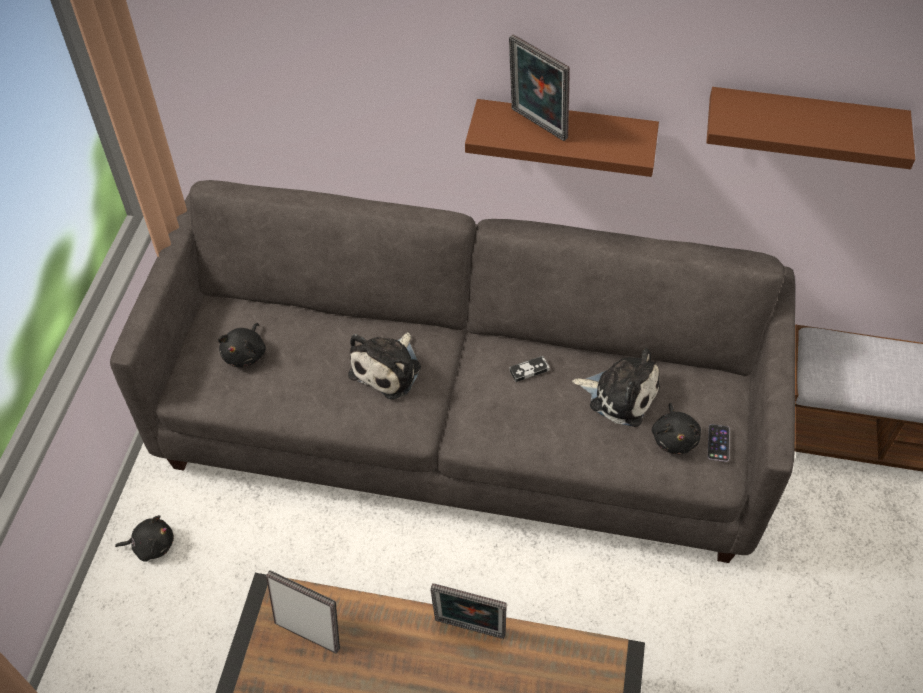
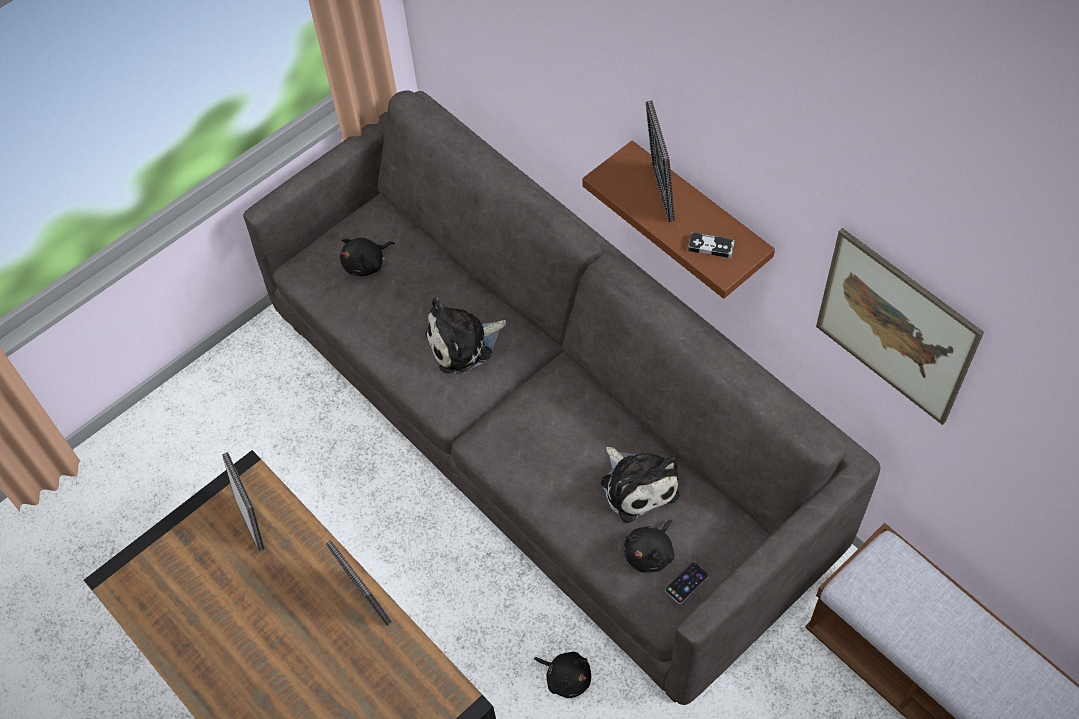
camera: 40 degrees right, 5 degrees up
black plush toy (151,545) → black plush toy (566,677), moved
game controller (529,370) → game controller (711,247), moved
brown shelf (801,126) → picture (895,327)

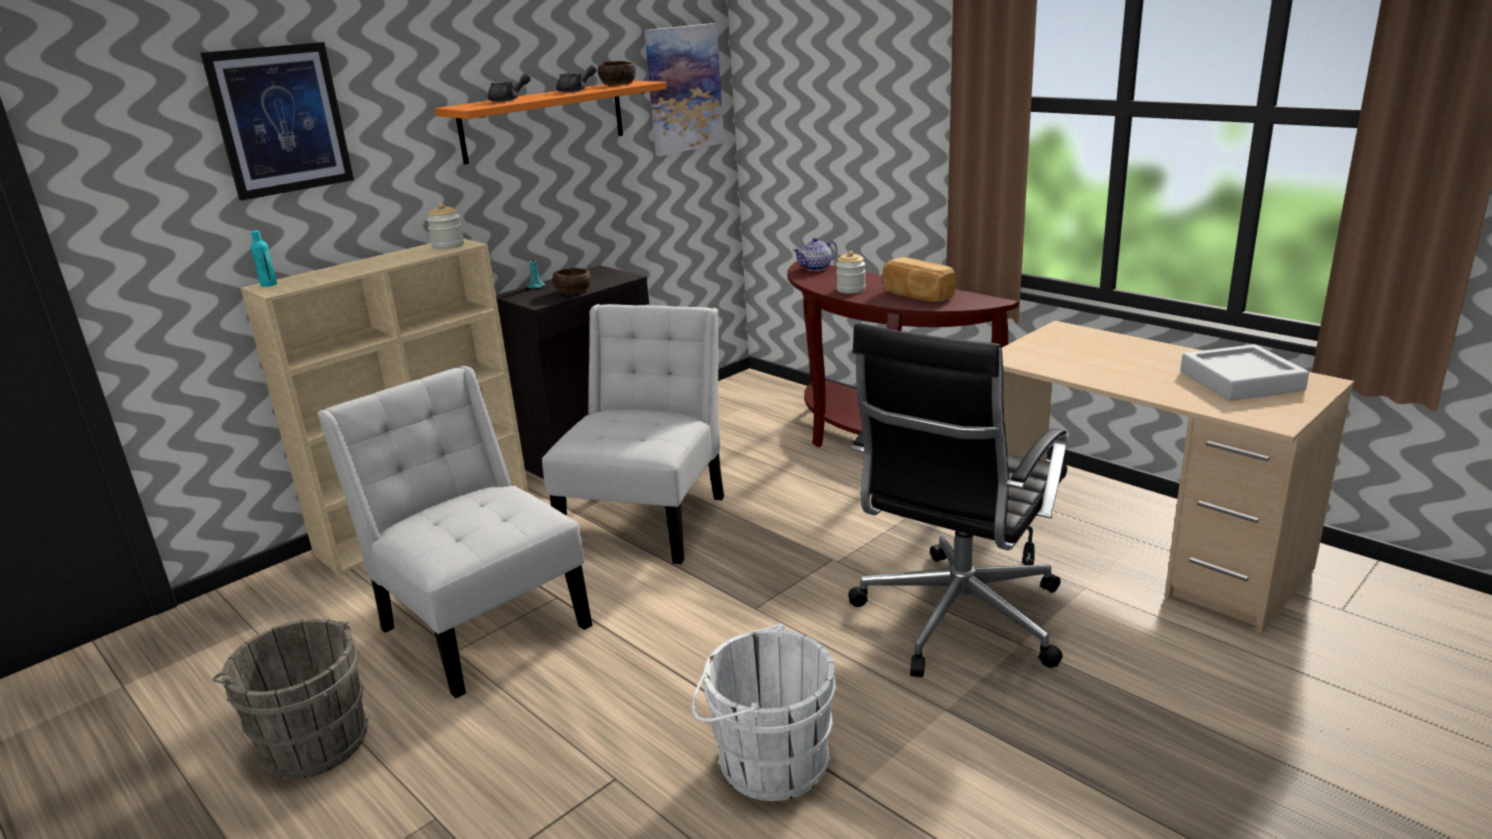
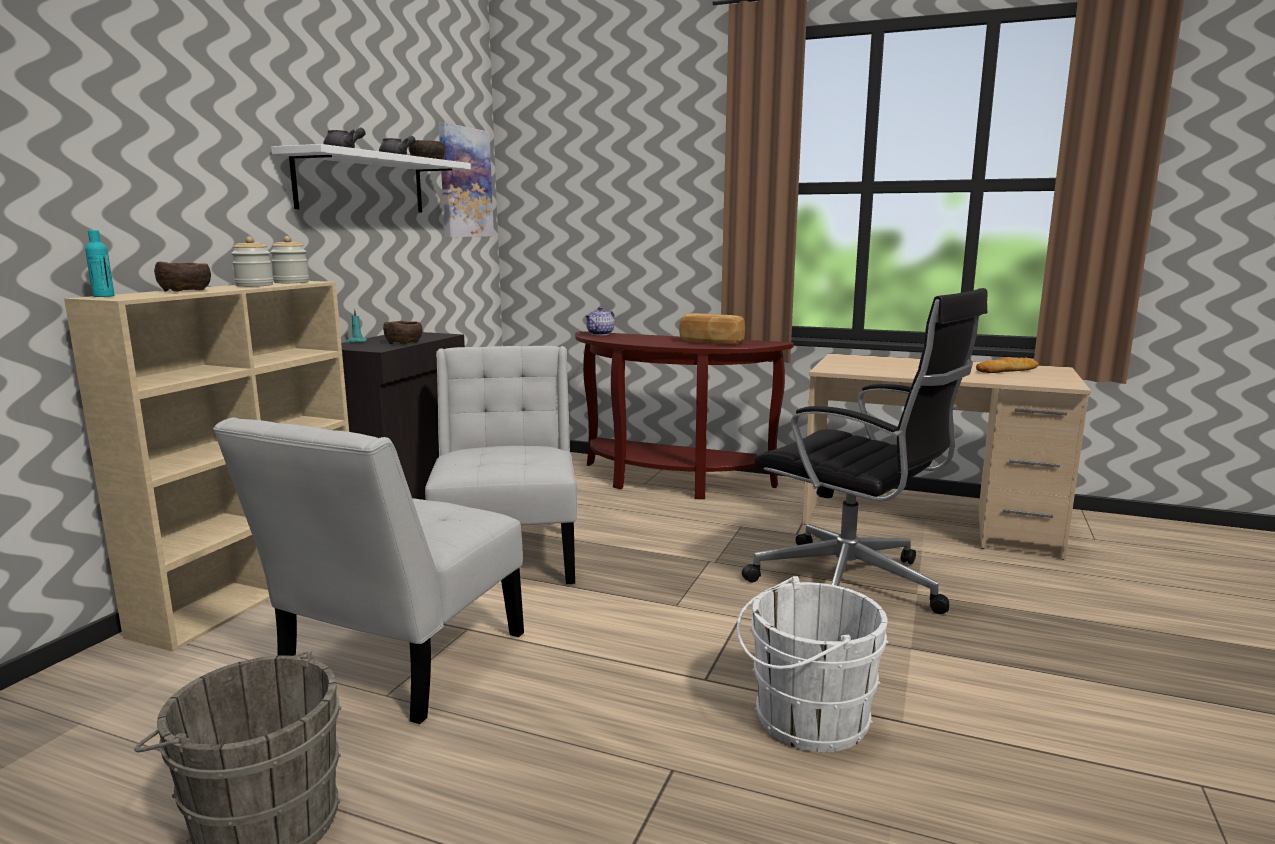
camera: 25 degrees left, 10 degrees down
picture (280,120) → -
- → brown bowl (186,290)
jar (851,289) → jar (254,285), moved
grey tray (1241,381) → bread (1007,370)
orange shelf (543,121) → white shelf (362,184)
white chair (480,622) → white chair (396,664), 90 degrees counterclockwise
black office chair (956,620) → black office chair (852,586), 60 degrees counterclockwise

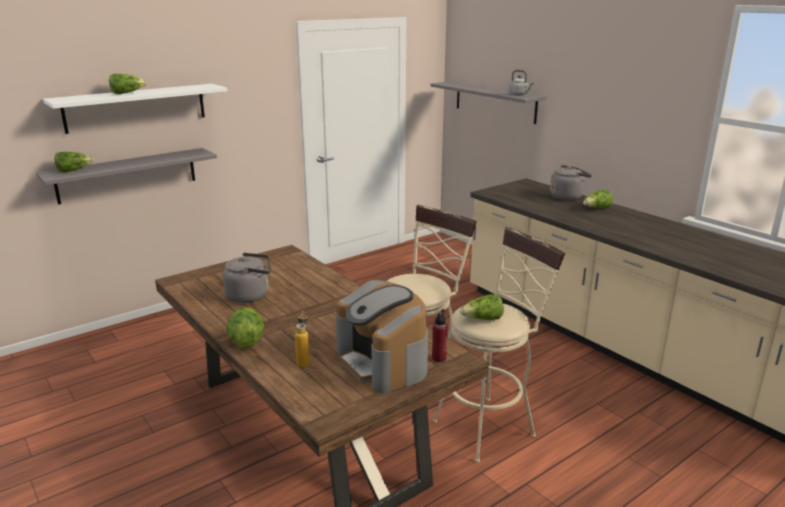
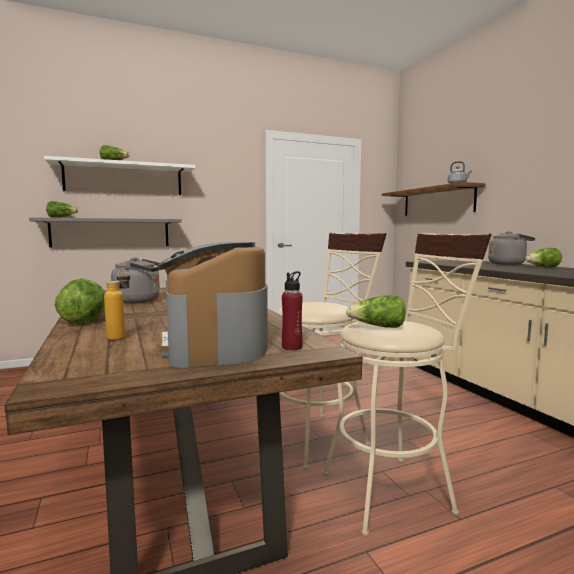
camera: 15 degrees right, 15 degrees down
grey shelf (495,102) → brown shelf (437,201)

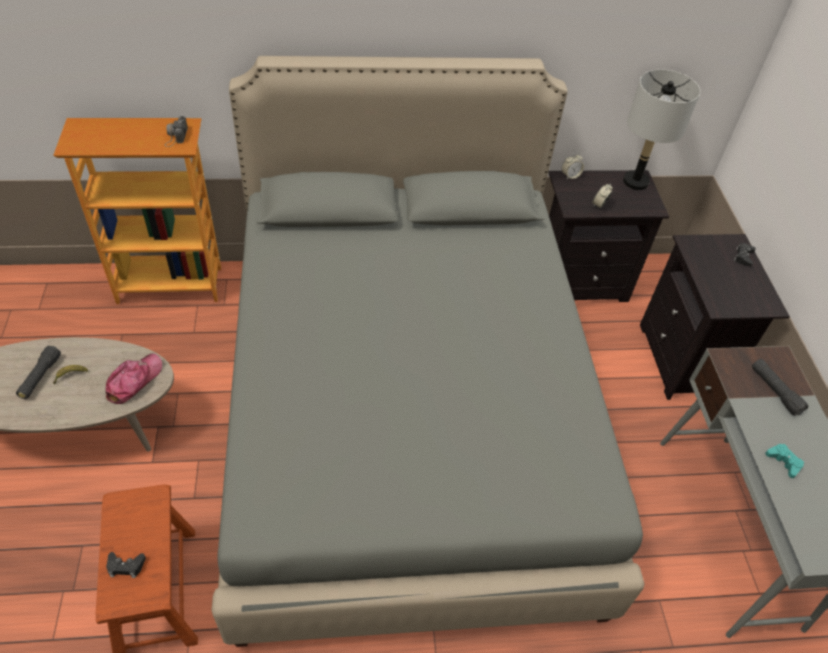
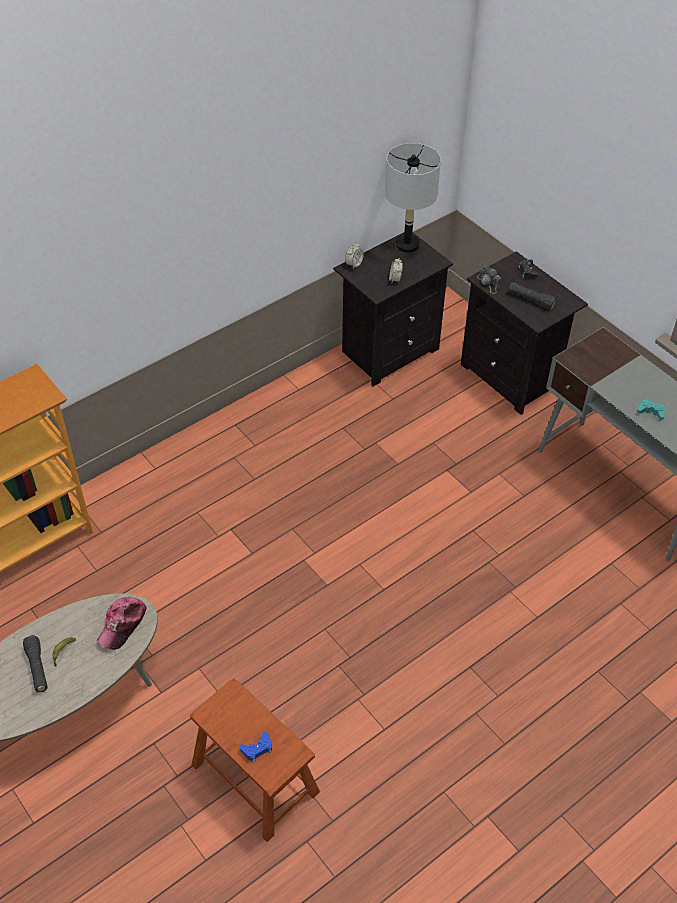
camera: 30 degrees left, 0 degrees up
grey bed (405,415) → -
photo camera (176,136) → photo camera (488,283), moved
black flashlight (774,391) → black flashlight (531,300), moved
black game controller (125,566) → blue game controller (257,749)
cap (134,381) → cap (122,625), 150 degrees counterclockwise

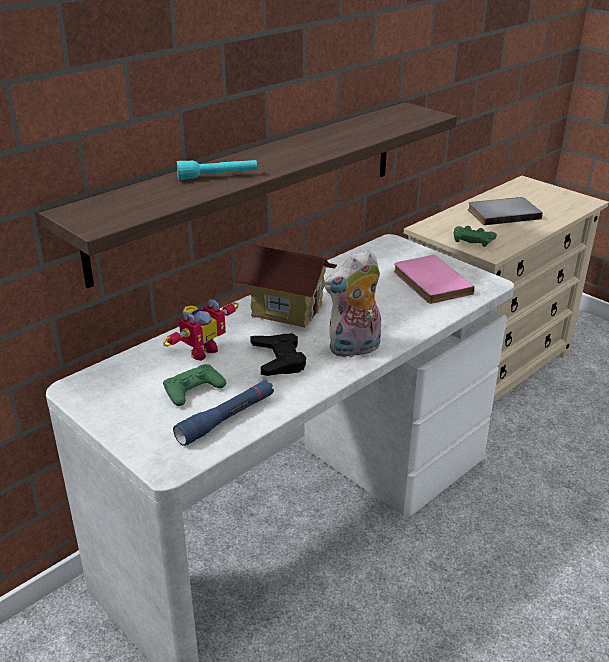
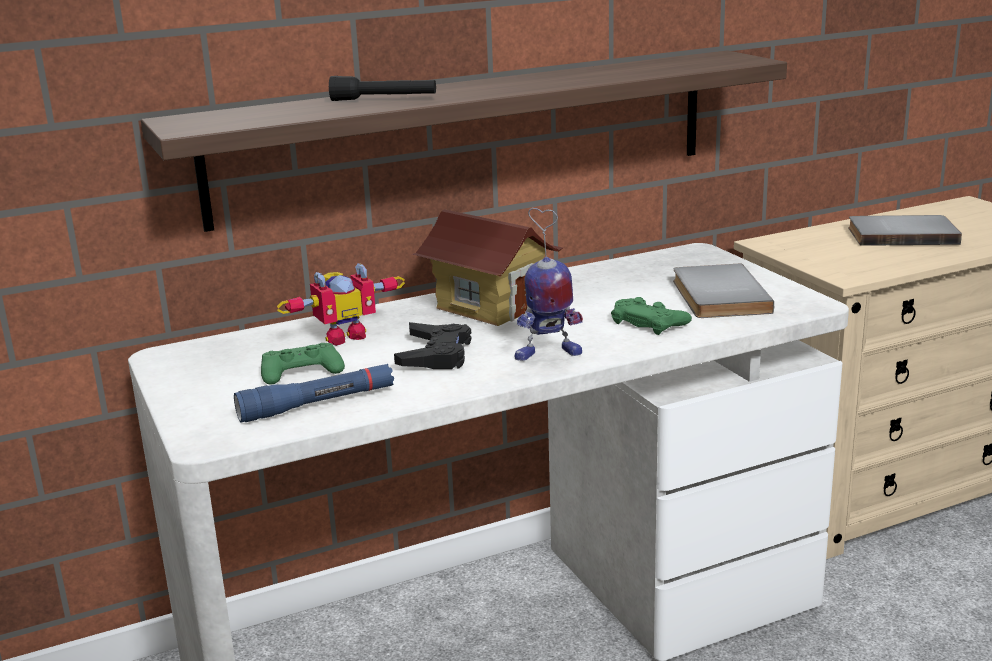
camera: 20 degrees right, 10 degrees down
green game controller (473,239) → green game controller (649,322), moved
plush toy (354,349) → toy robot (547,354)
turquoise flashlight (217,176) → black flashlight (384,100)
pink book (429,282) → grey book (716,296)

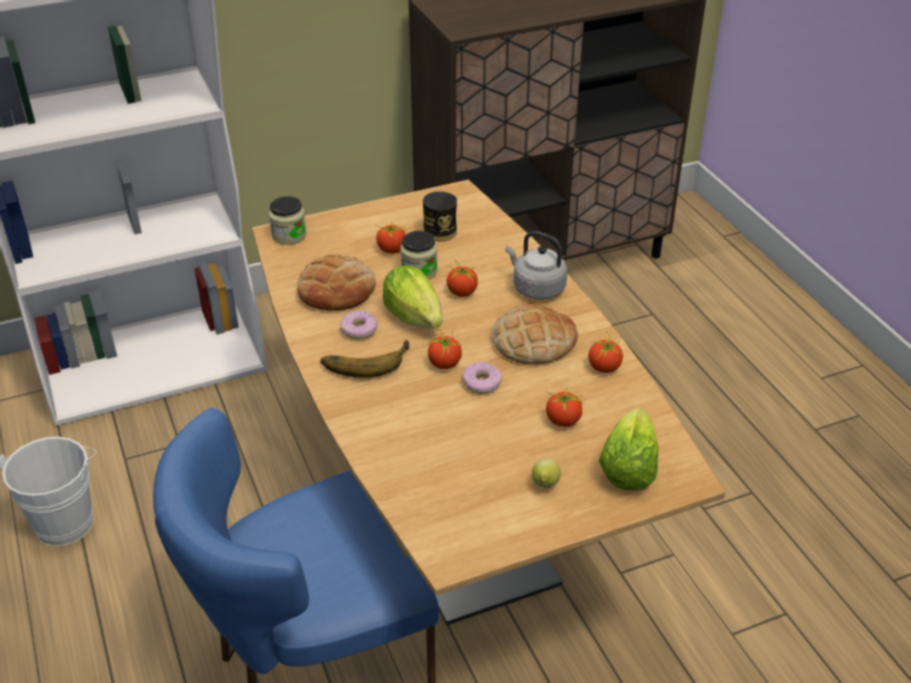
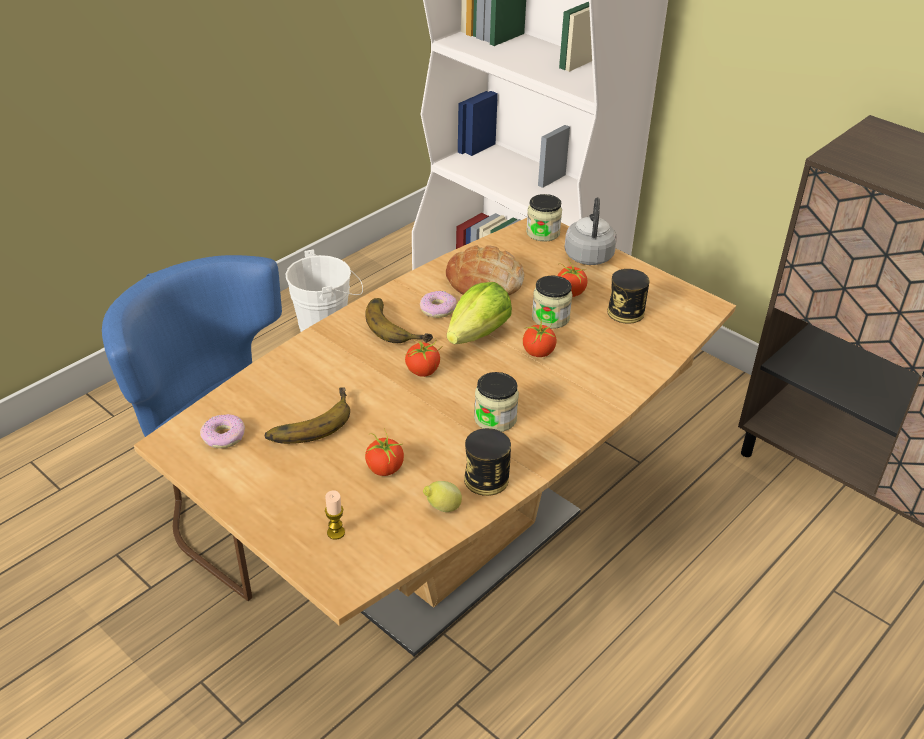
camera: 65 degrees right, 0 degrees up
- → banana (308,421)
donut (482,383) → donut (224,437), moved
grey kettle (536,288) → grey kettle (589,254), moved
lemon (545,486) → lemon (442,508), moved
bread (533,341) → jar (495,418)
tomato (604,367) → can (486,479)
lettuce (628,469) → candle (336,532)

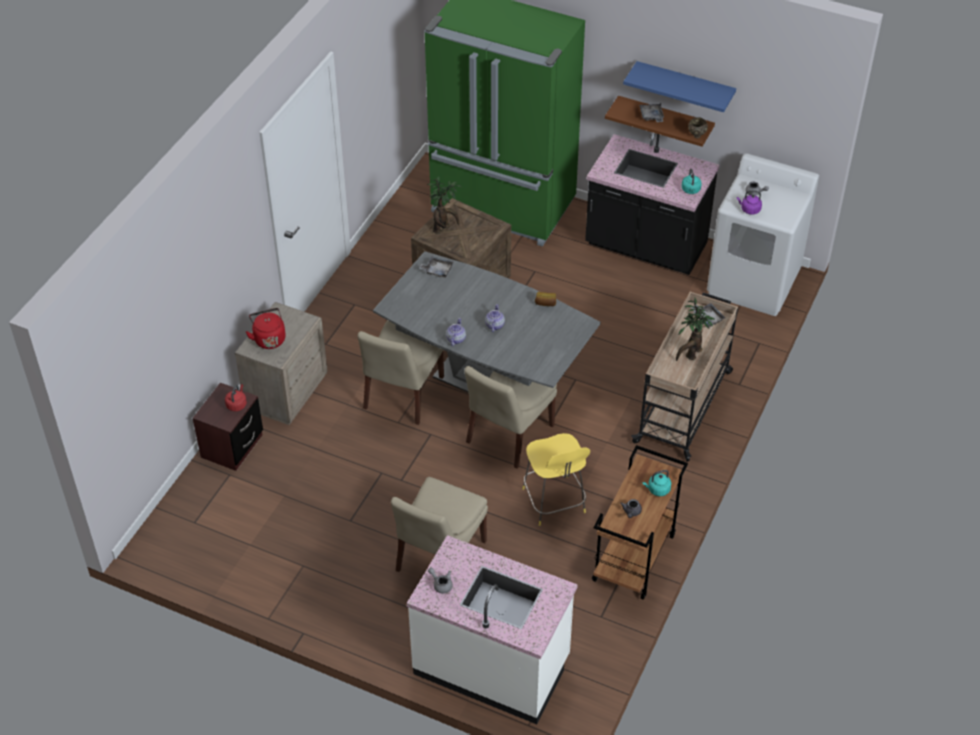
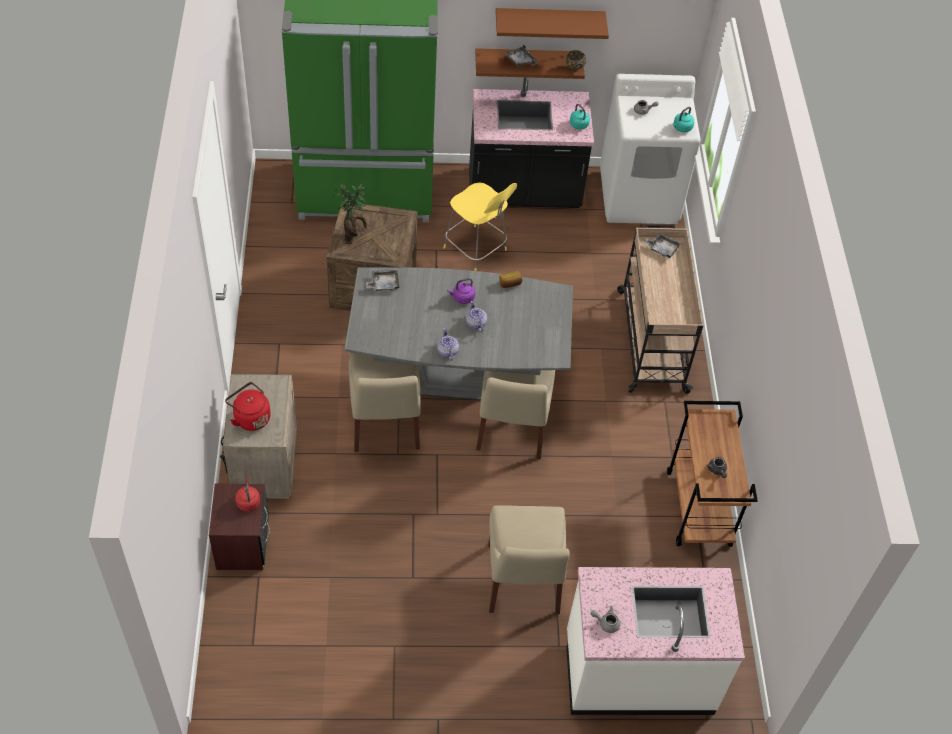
camera: 30 degrees left, 5 degrees up
potted plant (691,354) → -
yellow stool (554,502) → yellow stool (476,250), moved
turquoise kettle (657,490) → turquoise kettle (681,128), moved
purple kettle (749,209) → purple kettle (462,298), moved
blue shelf (684,86) → brown shelf (549,22)

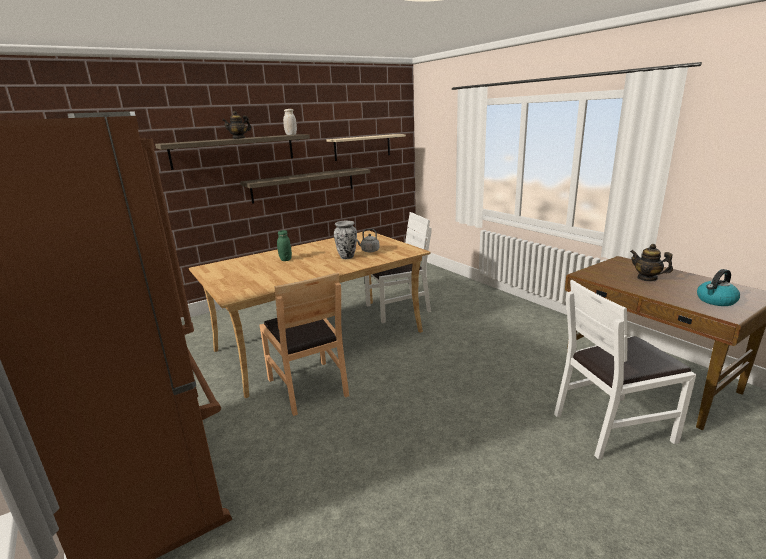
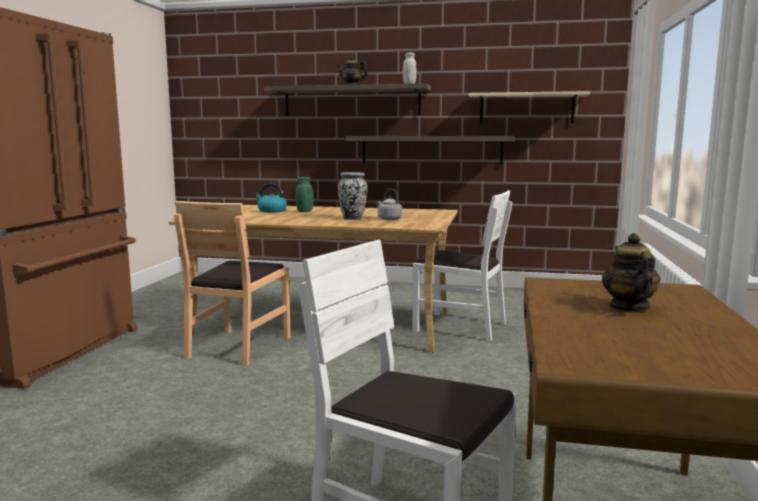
camera: 45 degrees right, 10 degrees down
kettle (716,301) → kettle (271,211), moved

